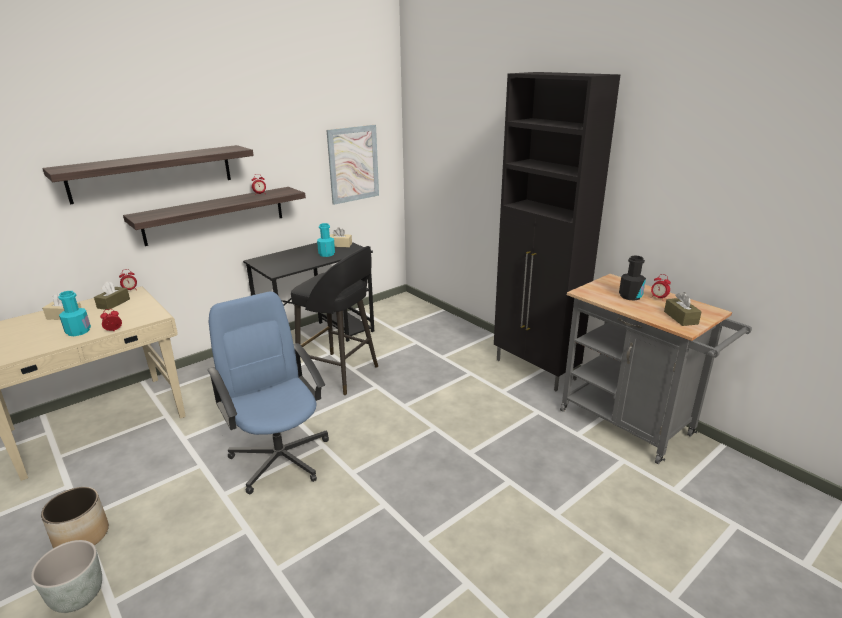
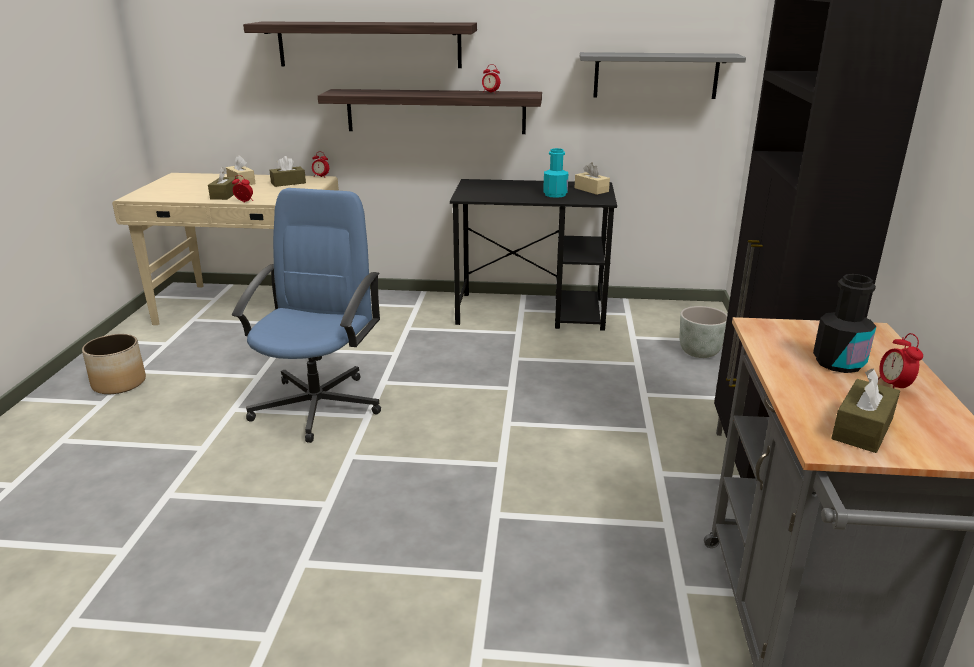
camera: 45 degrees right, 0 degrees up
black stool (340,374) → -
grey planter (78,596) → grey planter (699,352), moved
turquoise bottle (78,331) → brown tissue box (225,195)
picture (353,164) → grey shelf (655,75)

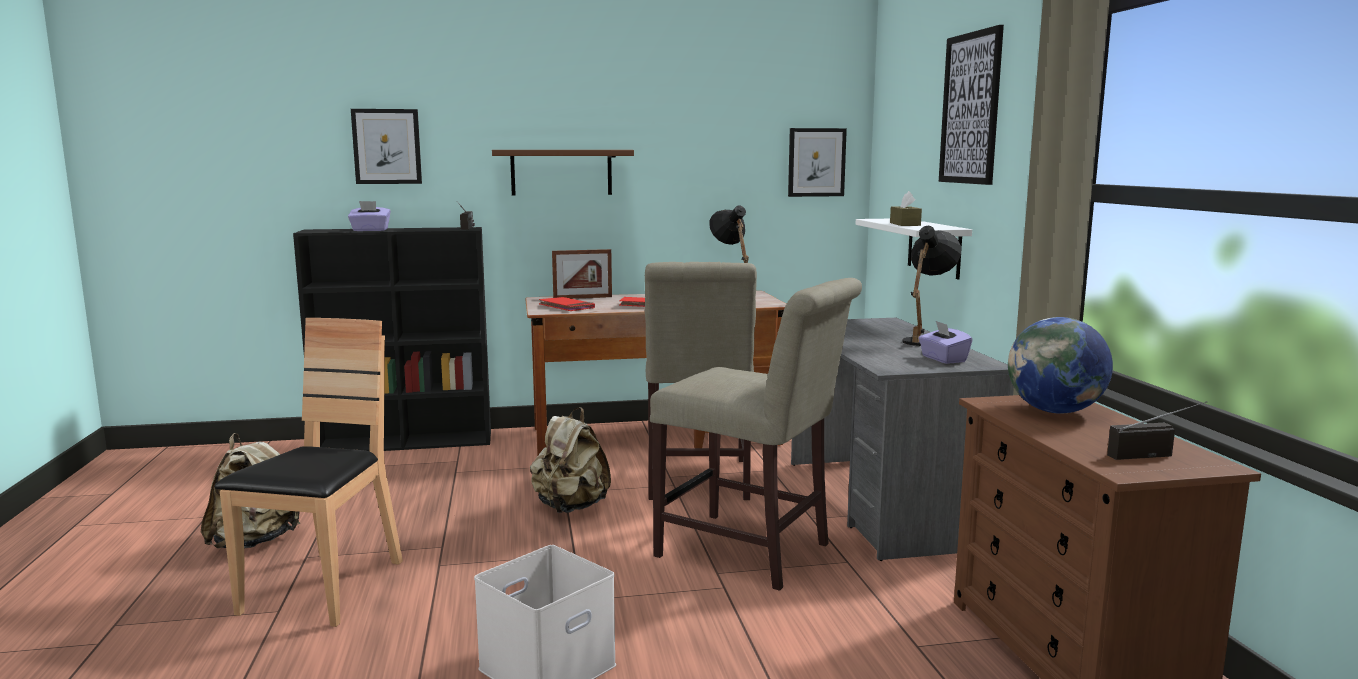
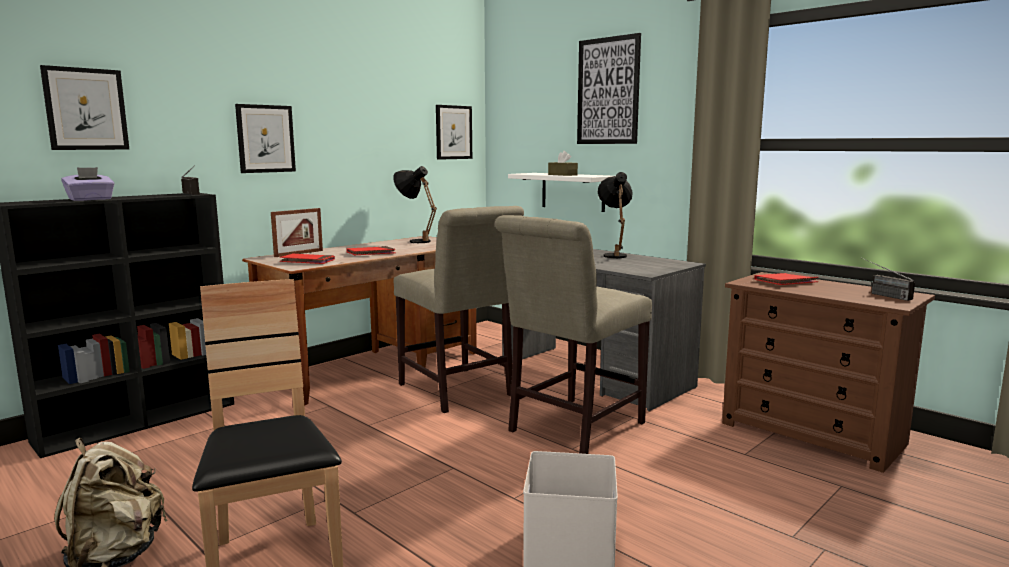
camera: 35 degrees left, 0 degrees up
beige backpack (570,507) → -
purple tissue box (943,359) → -
brown shelf (561,172) → picture (265,139)
globe (1055,411) → red book (785,282)
beige chair (751,552) → beige chair (571,429), 135 degrees clockwise
radio (1153,454) → radio (881,294), 75 degrees counterclockwise

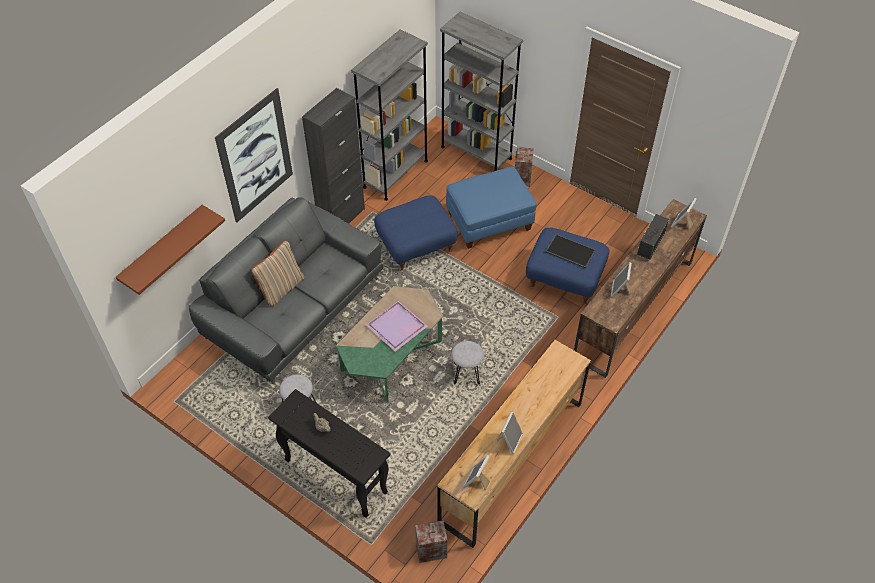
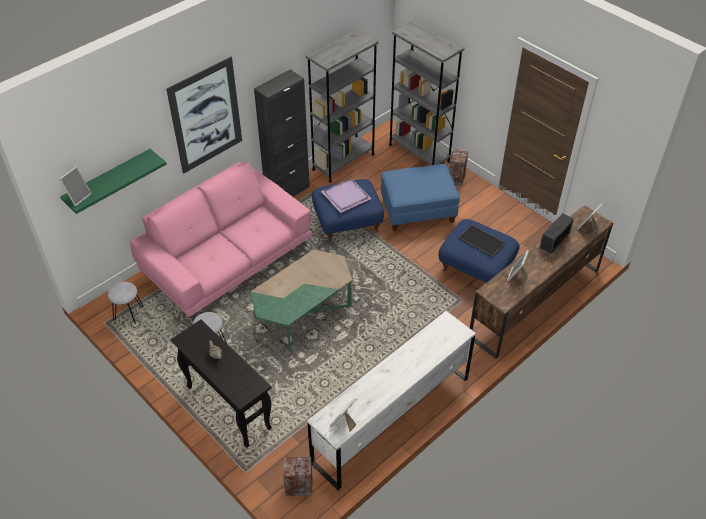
camera: 10 degrees right, 5 degrees down
beige pillow (281,288) → -
purple tray (396,325) → purple tray (346,195), moved
grey stool (466,374) → grey stool (128,314), moved
picture frame (509,440) → picture frame (78,196), moved
brown shelf (162,248) → green shelf (108,180)
grey sofa (294,307) → pink sofa (227,260)
brown dresser (511,461) → white dresser (391,419)

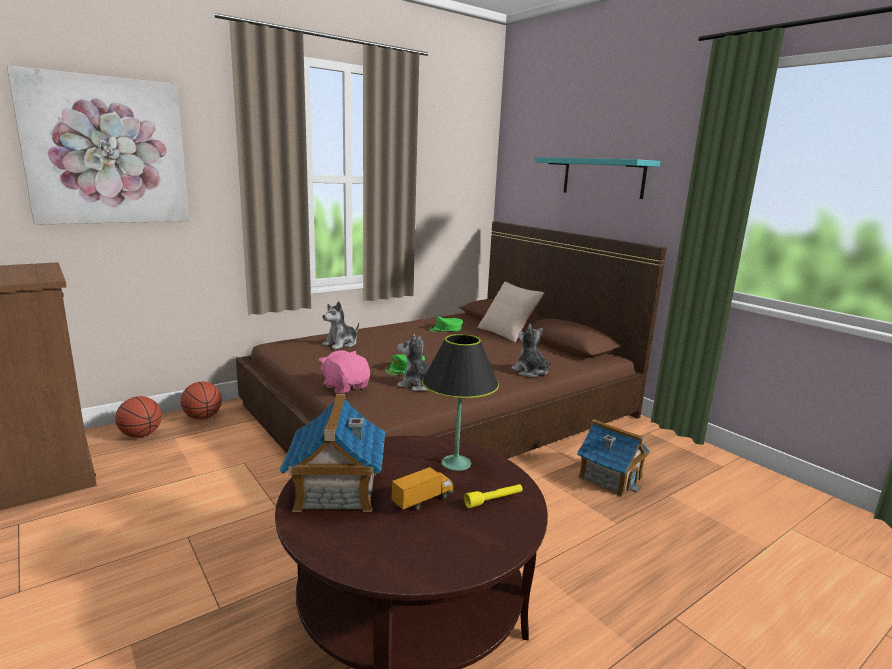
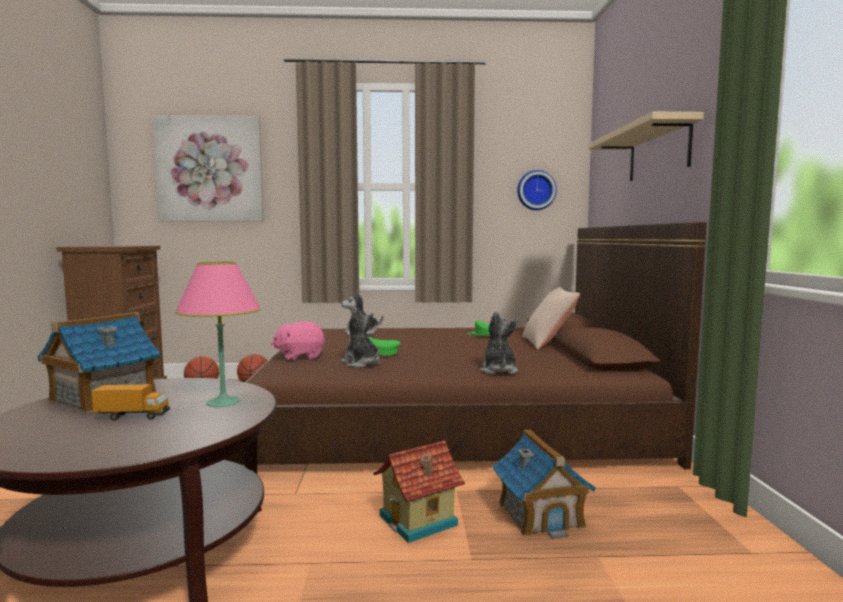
camera: 35 degrees right, 10 degrees down
yellow flashlight (494,500) → -
- → toy house (419,521)
- → wall clock (536,190)
black table lamp (456,463) → pink table lamp (223,402)
turquoise shelf (603,177) → beige shelf (658,152)
pink plush toy (345,387) → pink plush toy (300,357), 105 degrees counterclockwise

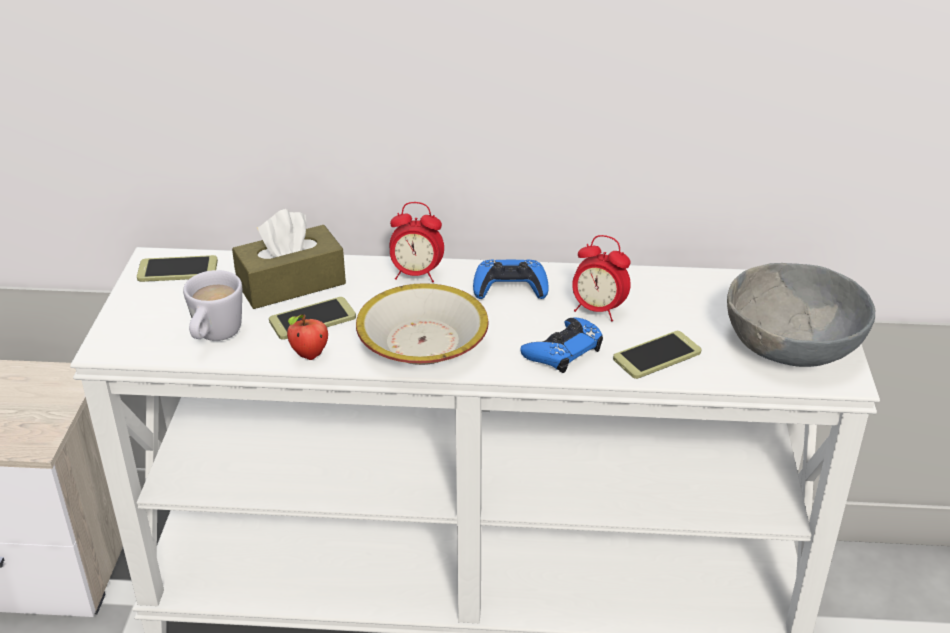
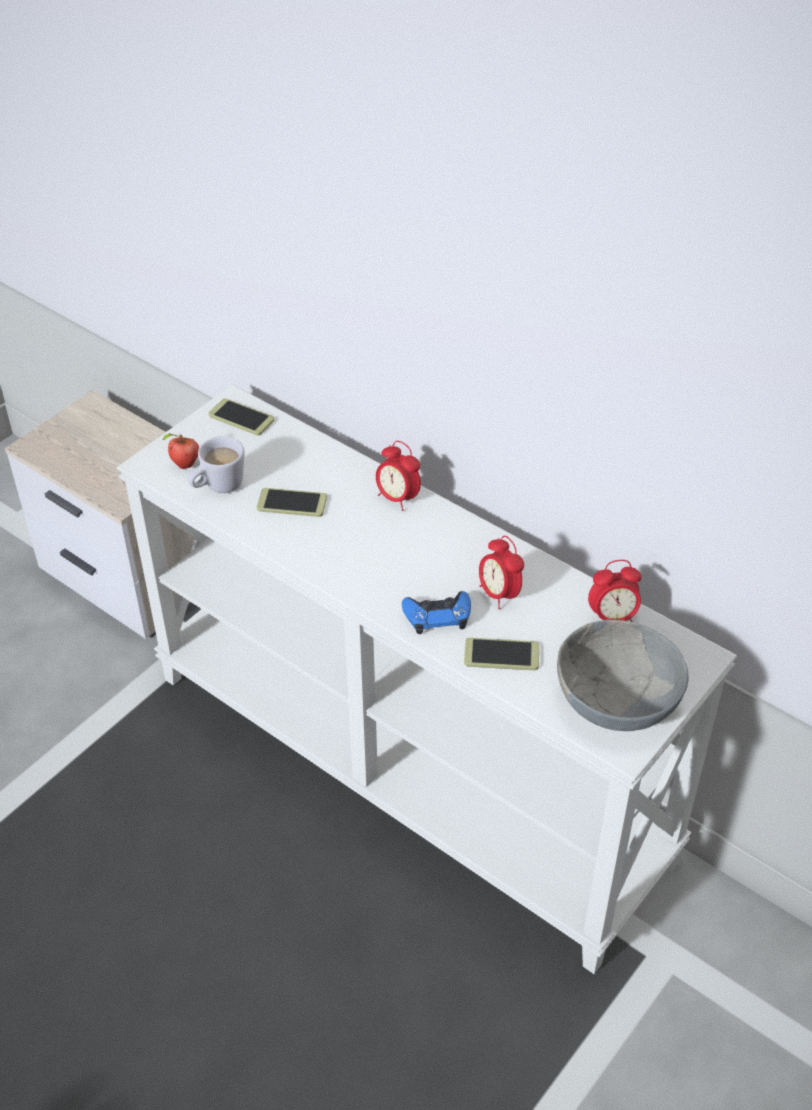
camera: 35 degrees right, 10 degrees up
brown tissue box (291,283) → -
bowl (422,342) → -
blue game controller (510,287) → -
- → alarm clock (612,618)
apple (309,356) → apple (184,465), moved

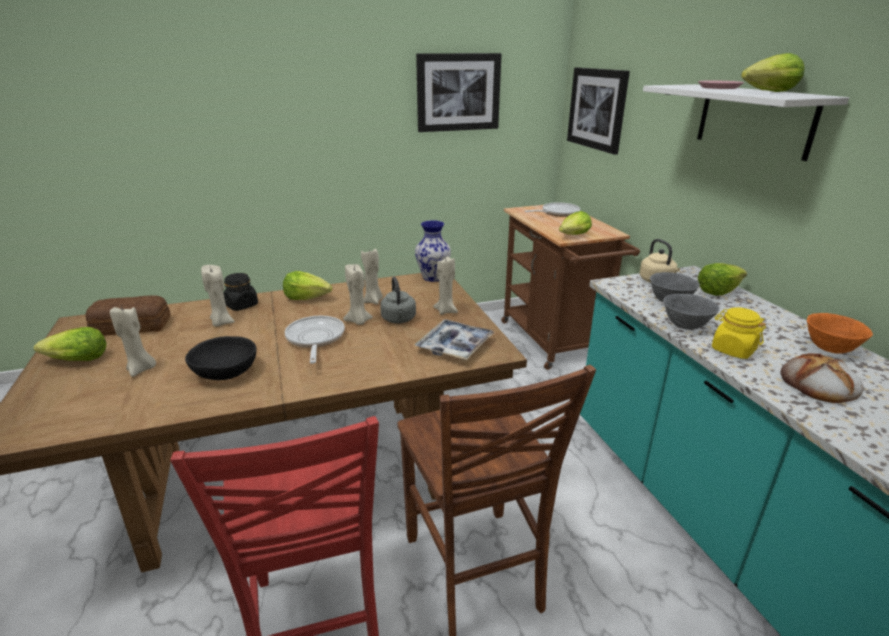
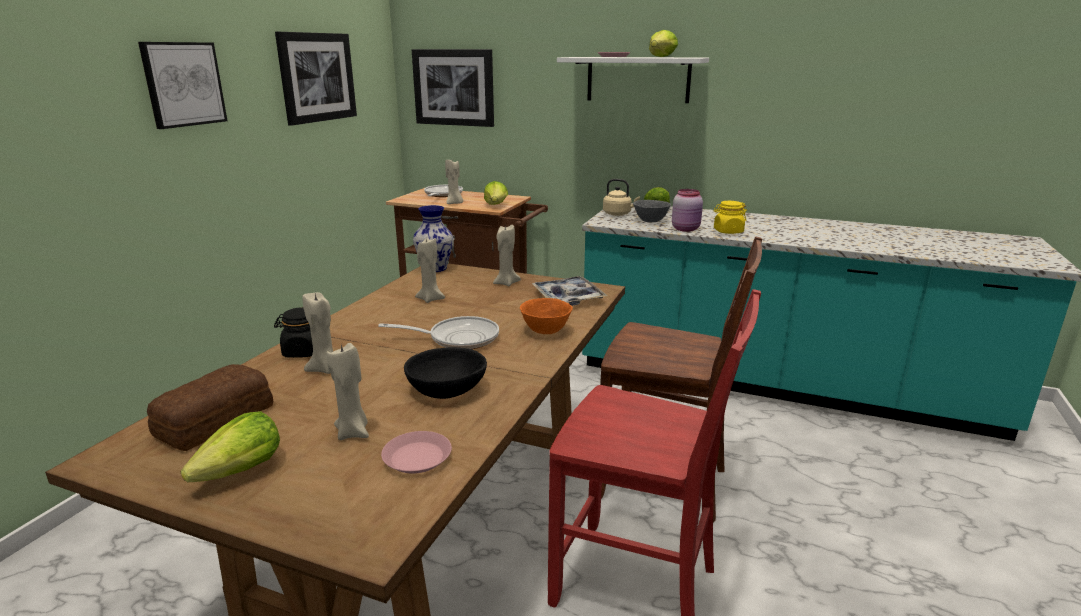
camera: 50 degrees left, 5 degrees down
lettuce (307,298) → -
grey kettle (399,320) → -
bread (819,385) → -
- → picture (183,84)
- → pink plate (417,457)
beige candle (358,321) → beige candle (454,203), moved
orange bowl (830,349) → orange bowl (546,331), moved
grey bowl (686,326) → pink jar (686,229)
frying pan (315,339) → frying pan (458,338), 150 degrees clockwise

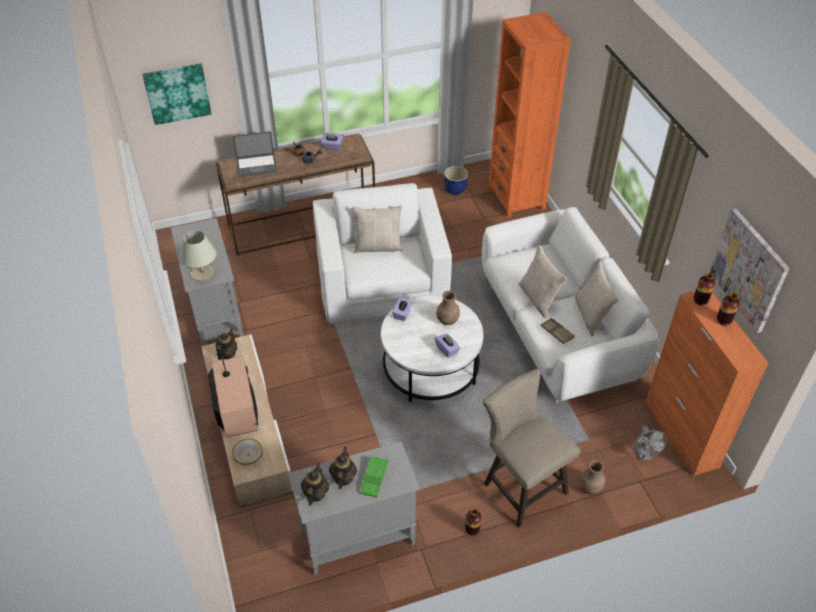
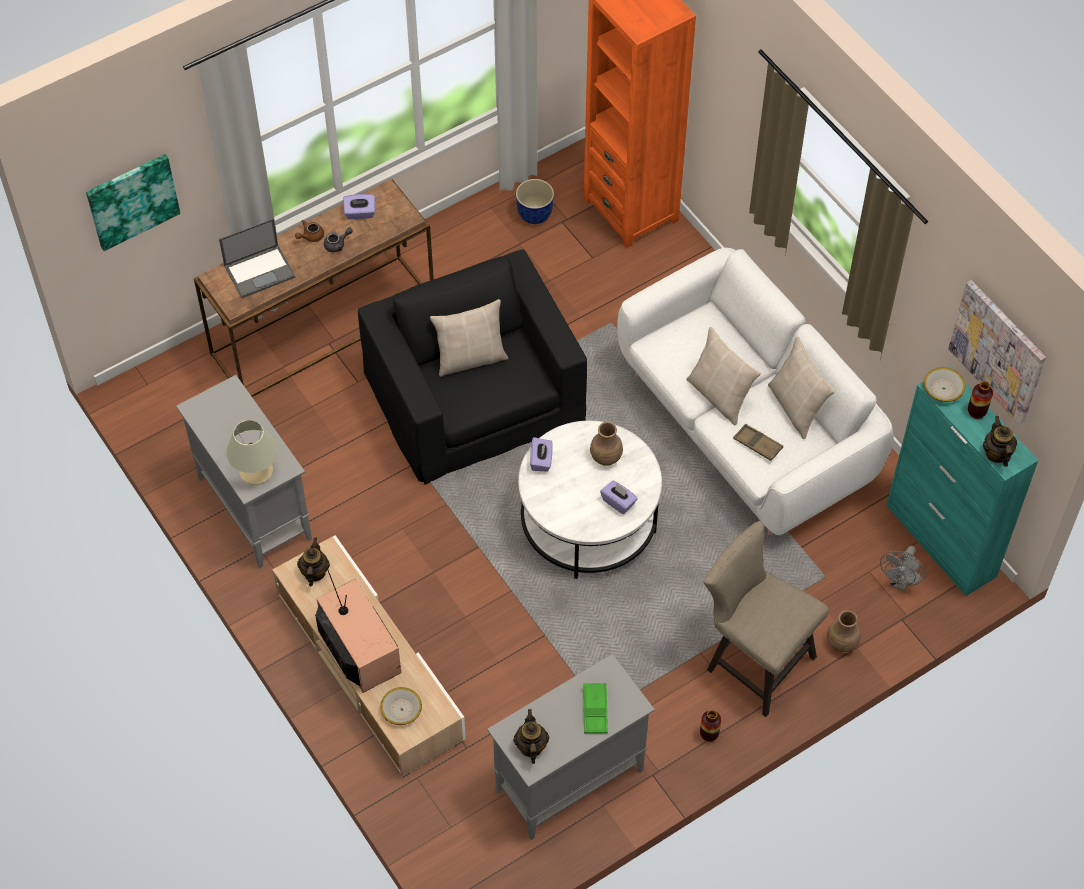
camera: 15 degrees left, 10 degrees up
teapot (343,478) → teapot (996,453), moved
vase (700,301) → bowl (943,389)
white armchair (381,279) → black armchair (474,394)
orange cabinet (681,434) → turquoise cabinet (941,541)
grey fan (644,455) → grey fan (899,582), 45 degrees clockwise

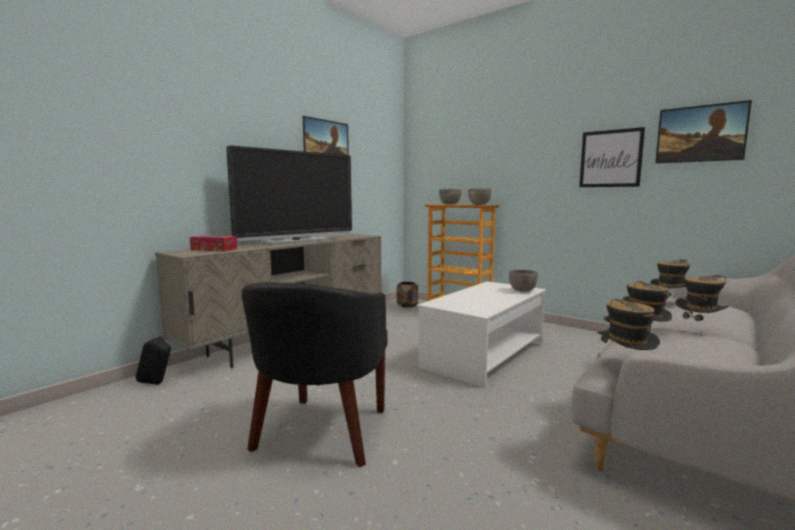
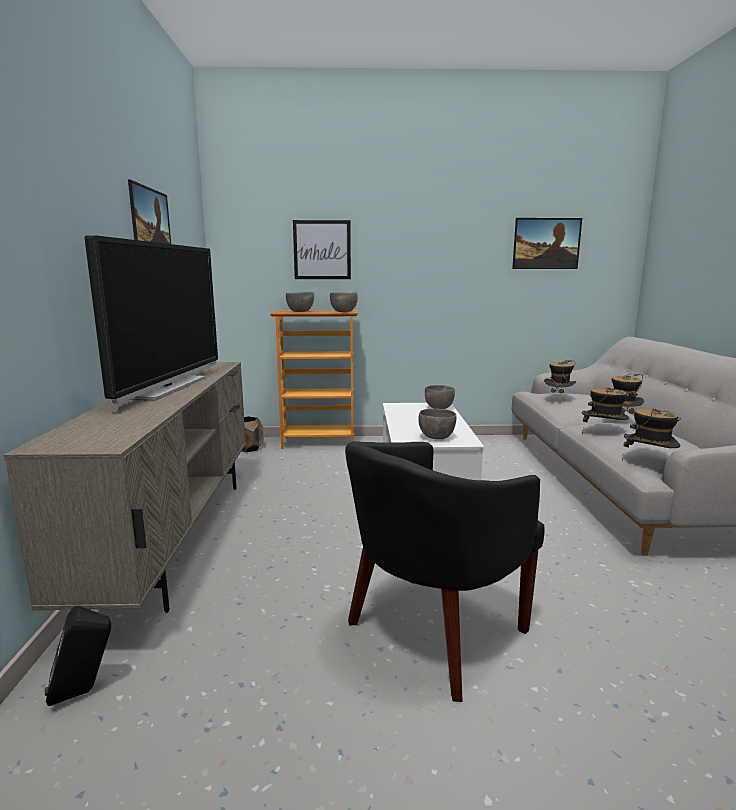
camera: 40 degrees left, 5 degrees up
tissue box (214,249) → -
- → grey bowl (436,437)
picture (610,158) → picture (322,250), moved
black armchair (321,433) → black armchair (434,632), 75 degrees clockwise

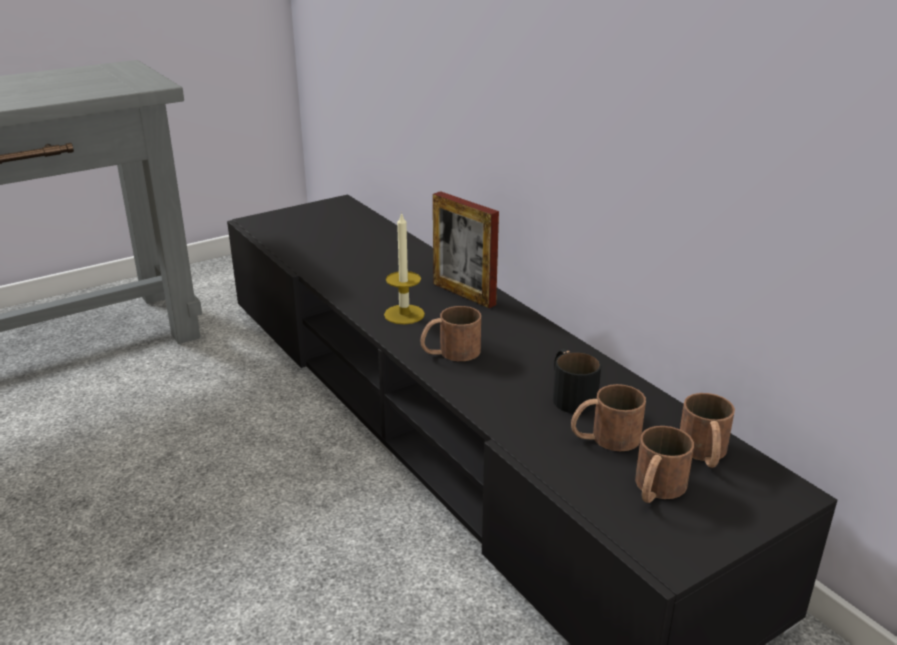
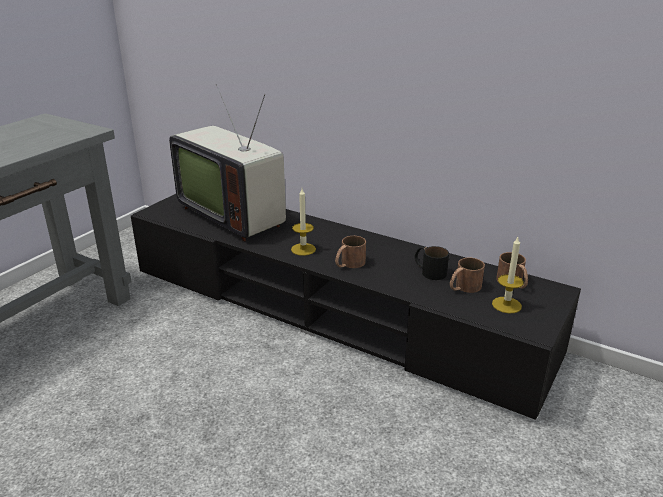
camera: 25 degrees left, 0 degrees up
picture frame (464,294) → -
- → television (234,215)
brown mug (656,489) → candle (506,305)

